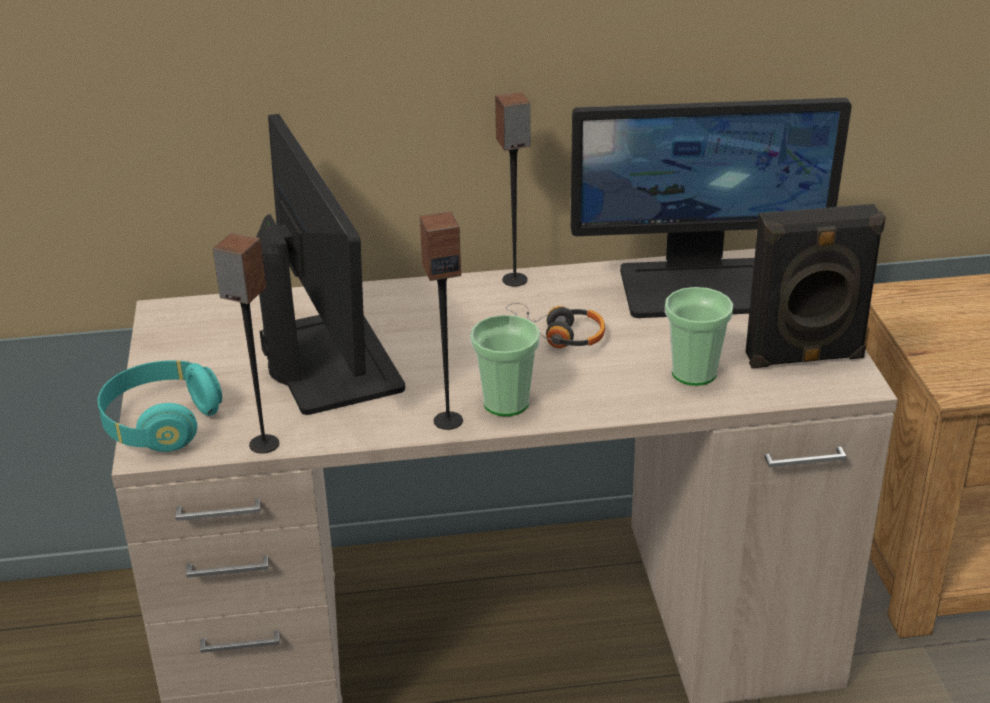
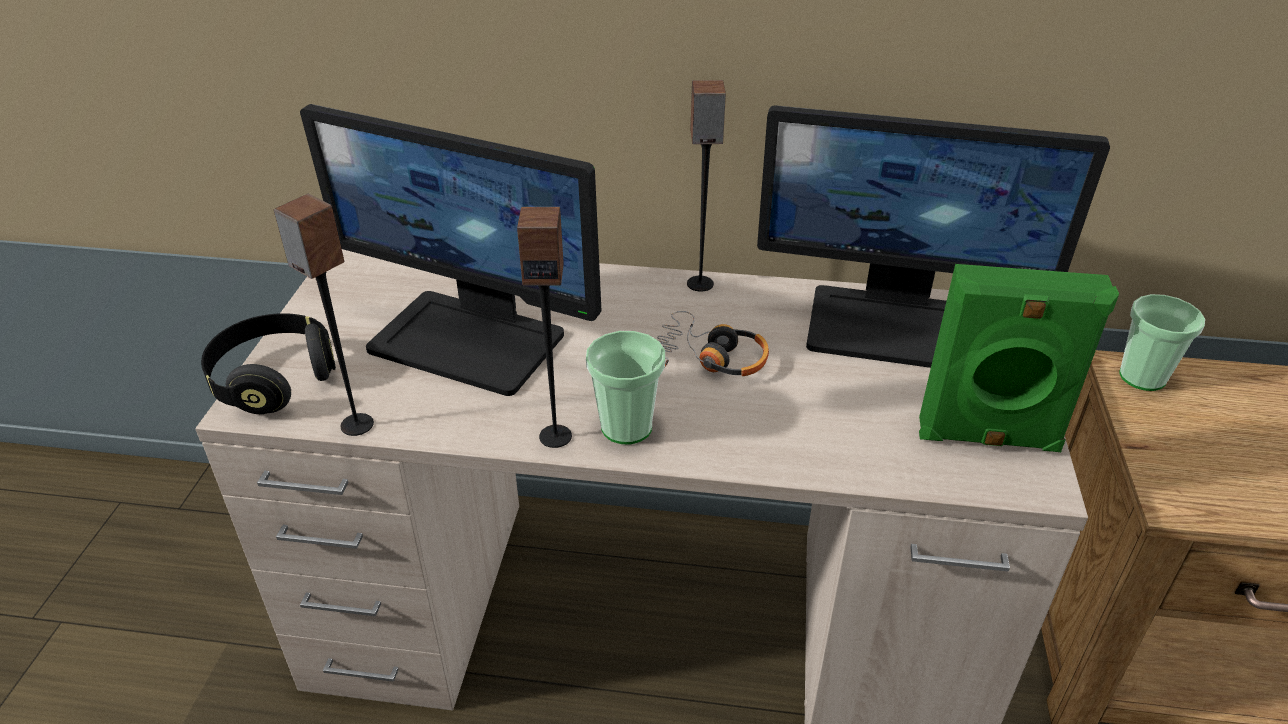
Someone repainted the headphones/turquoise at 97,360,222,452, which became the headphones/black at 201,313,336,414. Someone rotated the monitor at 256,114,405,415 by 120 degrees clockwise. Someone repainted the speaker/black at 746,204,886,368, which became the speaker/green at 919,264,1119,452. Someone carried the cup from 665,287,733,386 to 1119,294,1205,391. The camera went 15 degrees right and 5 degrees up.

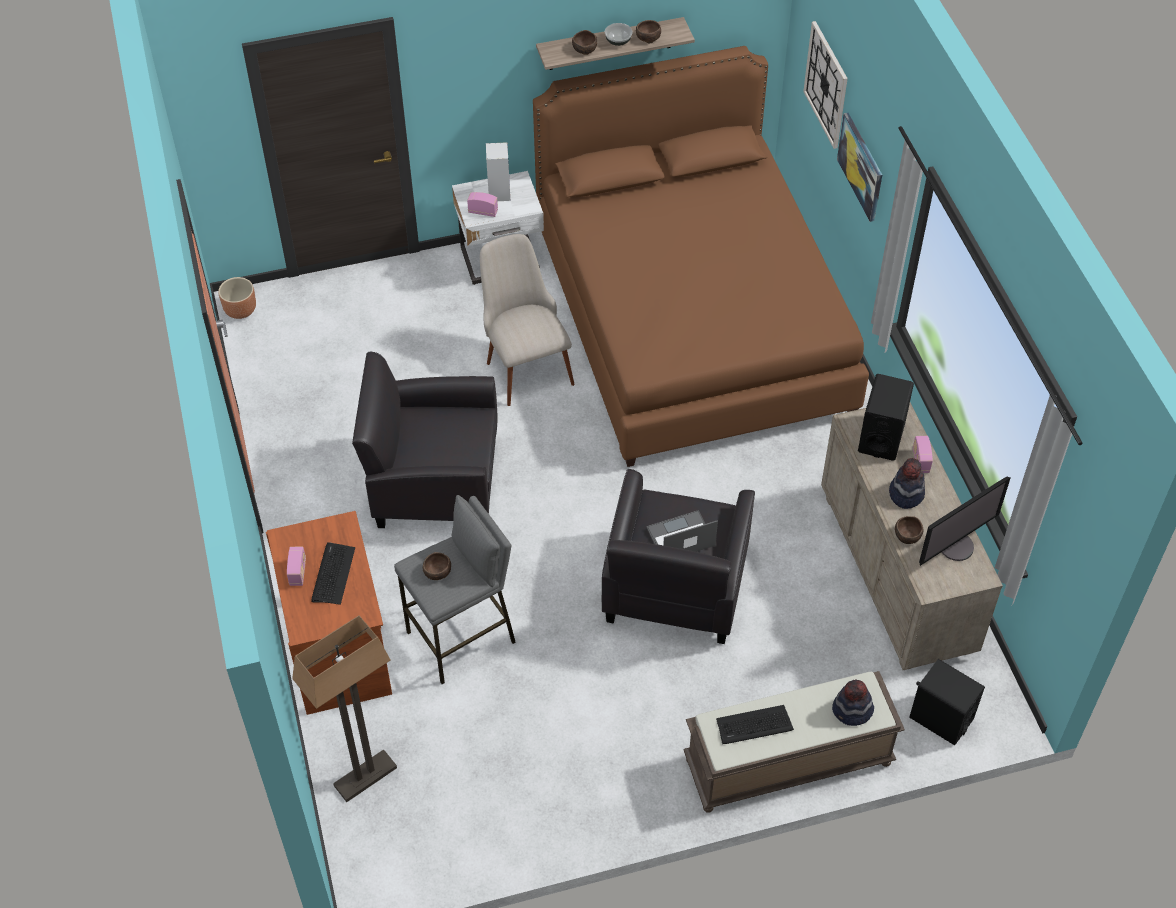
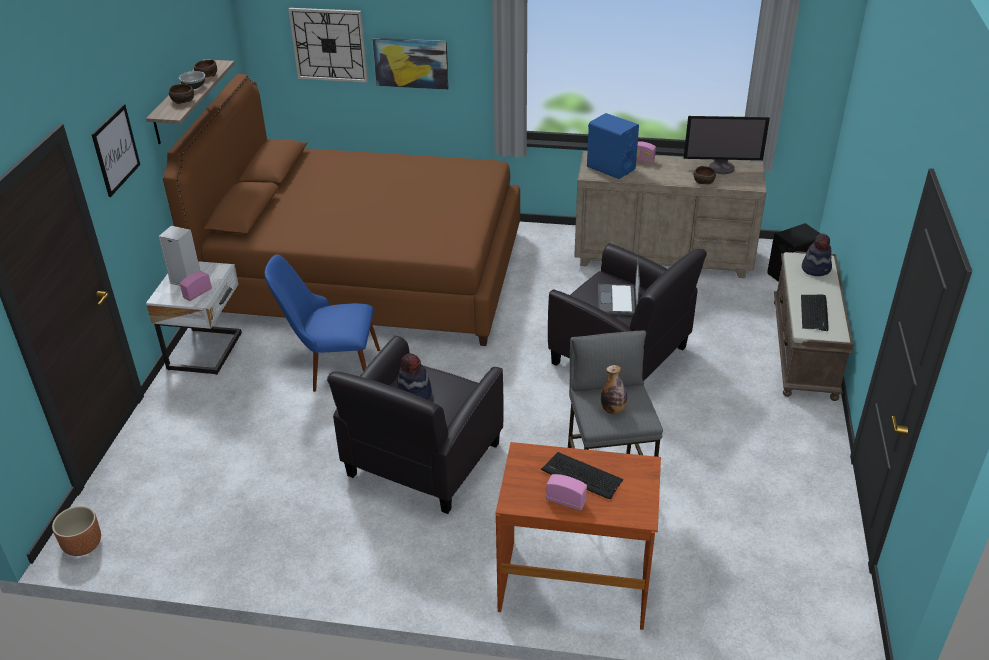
Someone put up the picture at 91,104,140,197. Someone repainted the chair/beige at 480,234,575,406, which became the chair/blue at 265,255,380,392. Someone carried the hat from 889,458,925,509 to 397,353,432,399. Someone repainted the speaker/black at 858,374,914,461, which became the speaker/blue at 587,113,639,179. Someone swapped the bowl/brown at 423,552,451,580 for the bottle at 601,365,627,414. Someone rotated the monitor at 919,477,1011,566 by 105 degrees clockwise. Someone took away the floor lamp at 292,615,397,802. The camera went 65 degrees left and 15 degrees down.

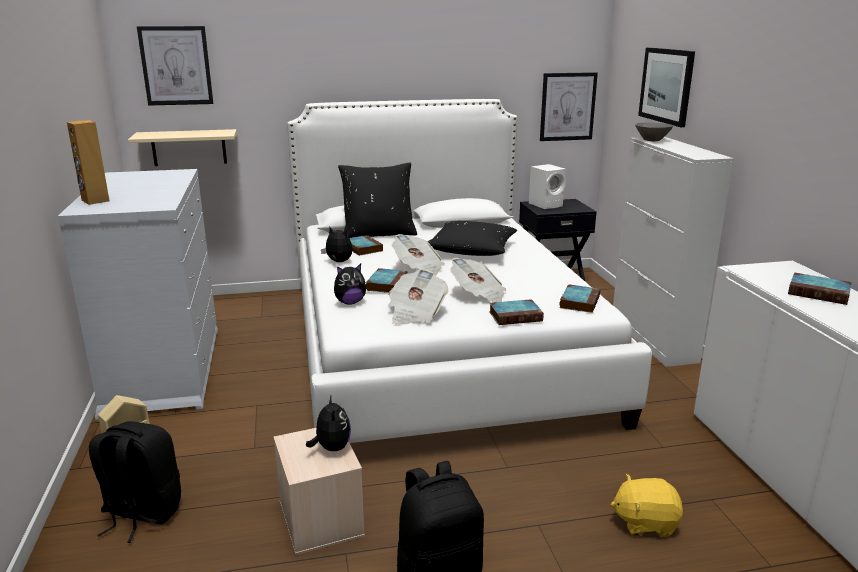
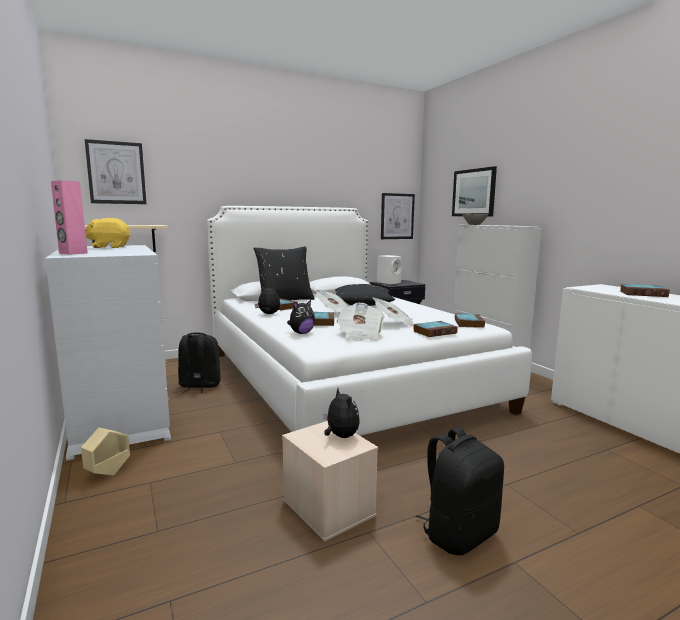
Someone repainted the speaker/brown at 67,120,109,205, which became the speaker/pink at 51,180,88,255. Someone carried the plush toy/yellow from 610,474,683,537 to 85,218,130,248. Someone carried the backpack/black from 89,421,181,543 to 178,332,221,393. The camera went 15 degrees left and 10 degrees down.

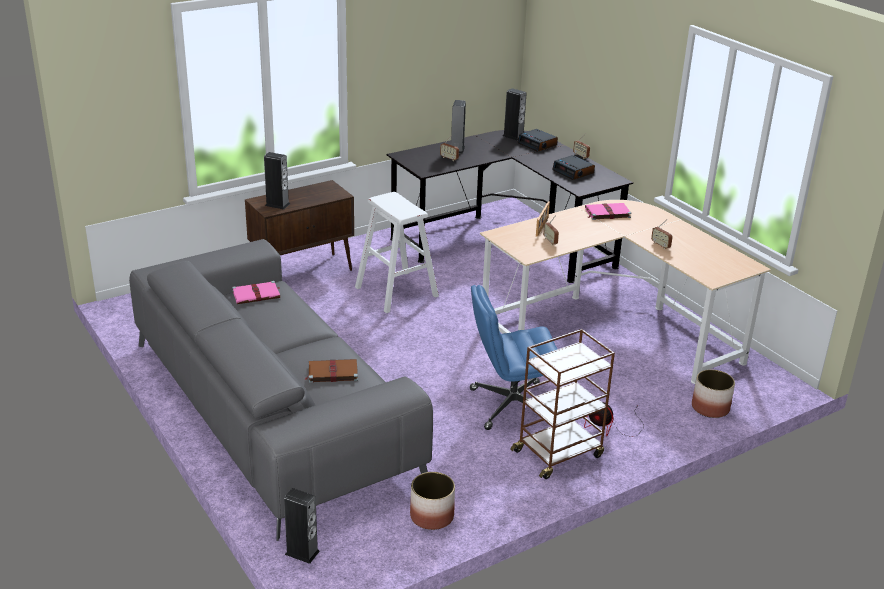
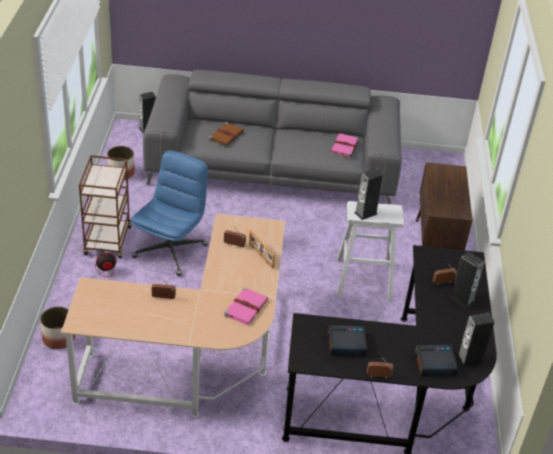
Someone carried the speaker from 264,152,290,209 to 354,168,383,220. The camera went 125 degrees right and 10 degrees up.

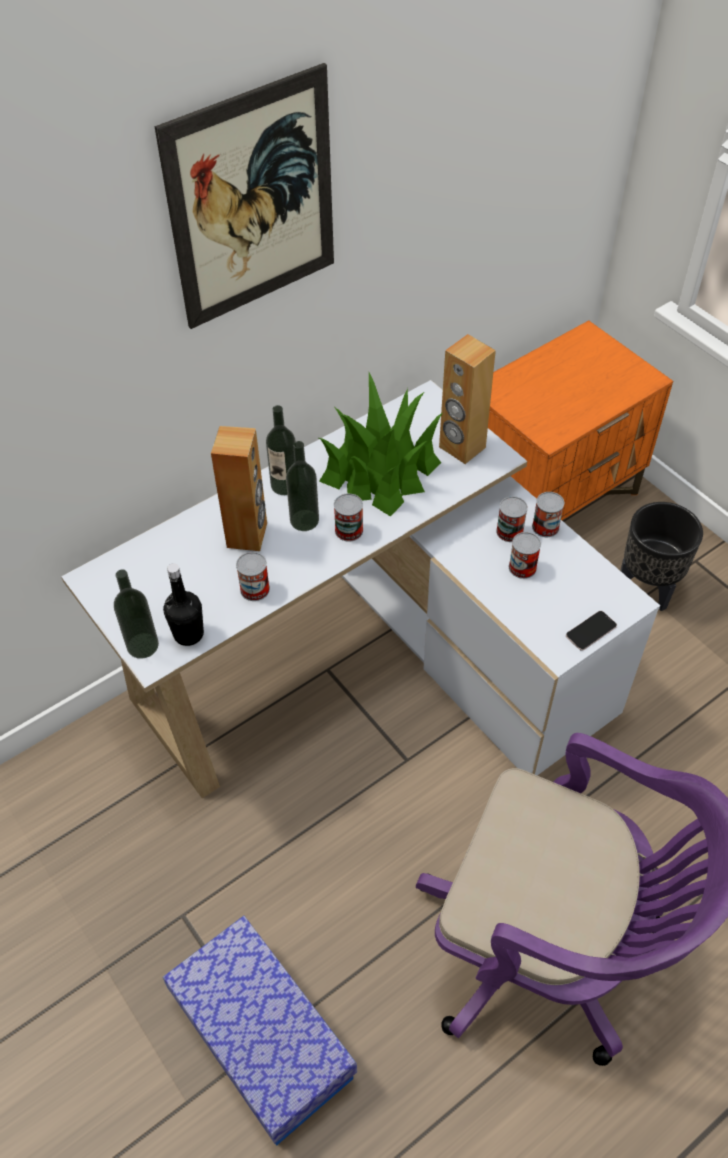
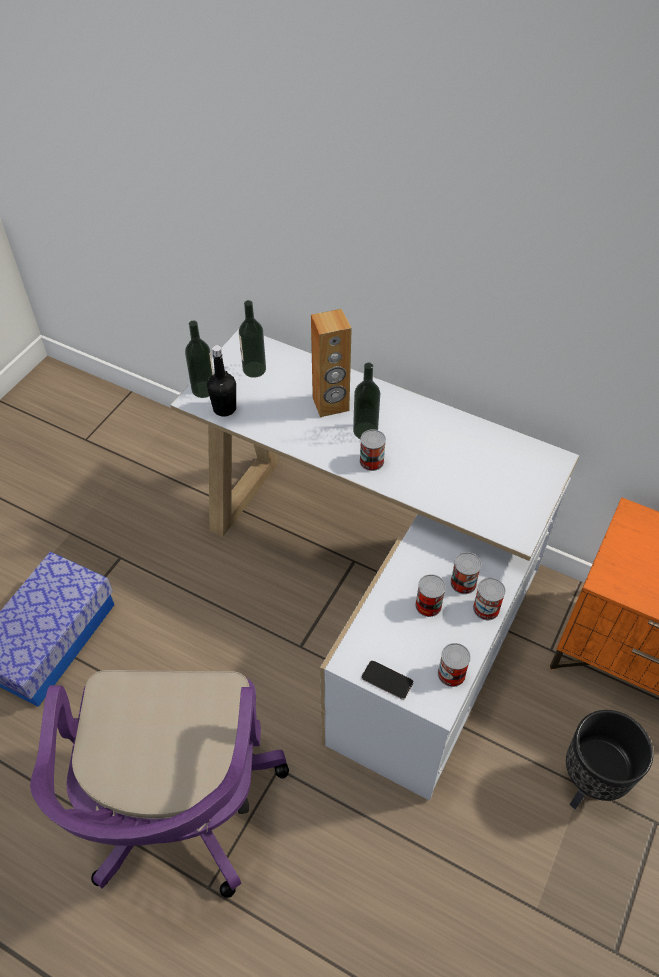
Someone carried the bottle from 266,405,296,495 to 239,300,266,378. Someone carried the can from 236,552,270,601 to 438,643,471,687. Someone took away the picture at 155,63,334,329. Someone took away the potted plant at 319,372,443,517. Someone took away the speaker/brown at 439,334,496,464. The camera went 65 degrees right and 0 degrees up.

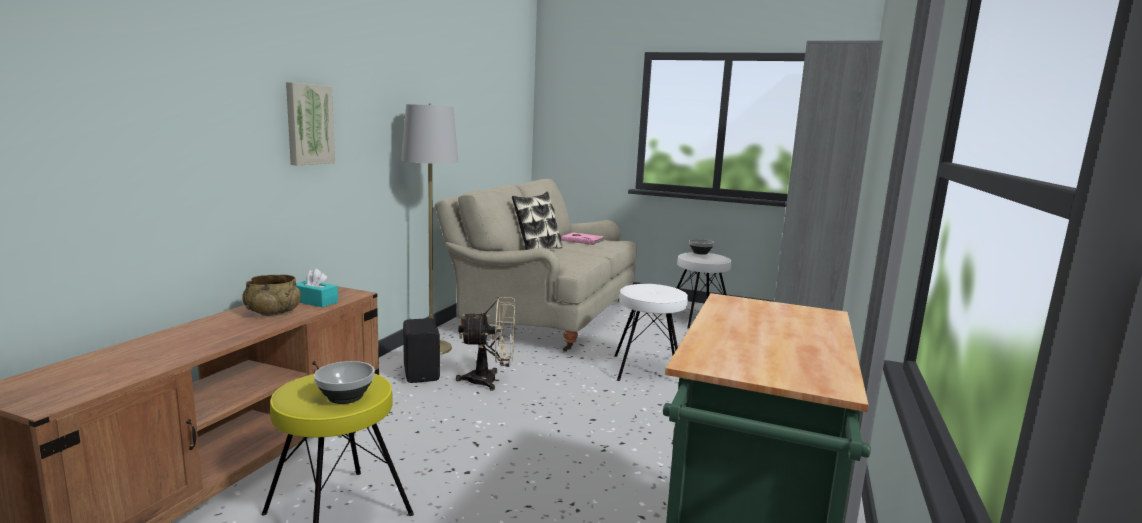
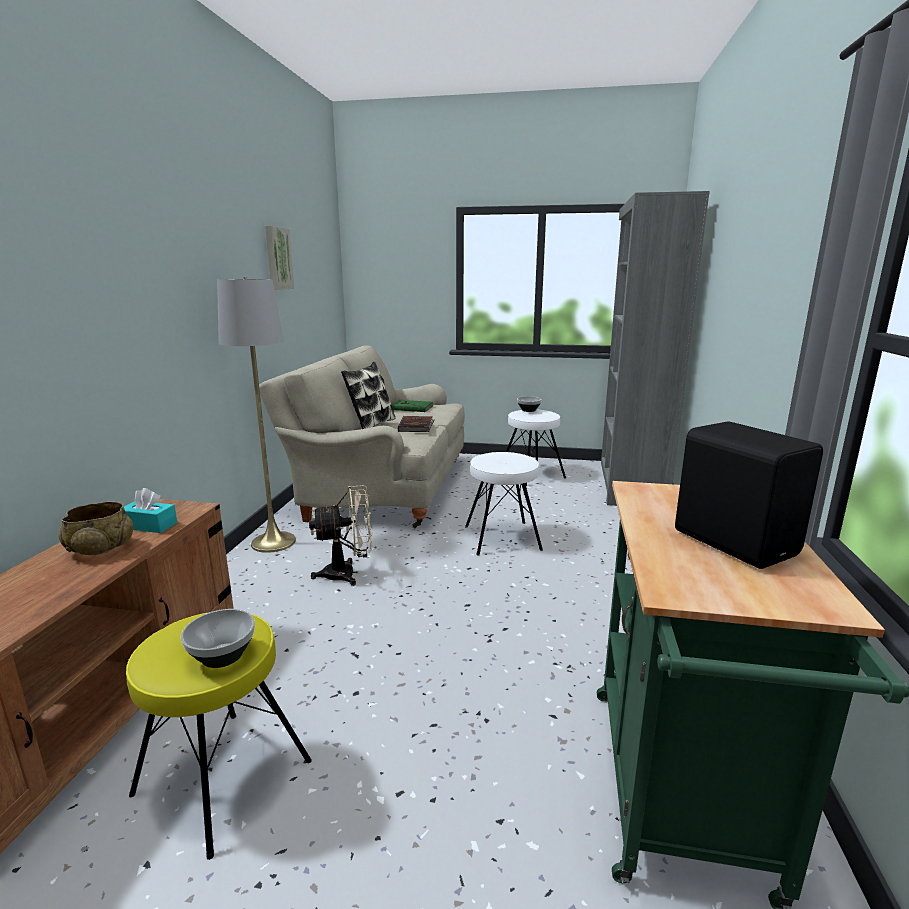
Someone carried the picture from 286,82,335,165 to 265,226,294,290. Someone repainted the book/pink at 562,233,605,245, which became the book/green at 392,400,433,412. Someone put down the book/brown at 398,416,435,432. Someone carried the speaker/black from 403,318,440,383 to 675,421,823,569. The camera went 10 degrees left and 5 degrees up.

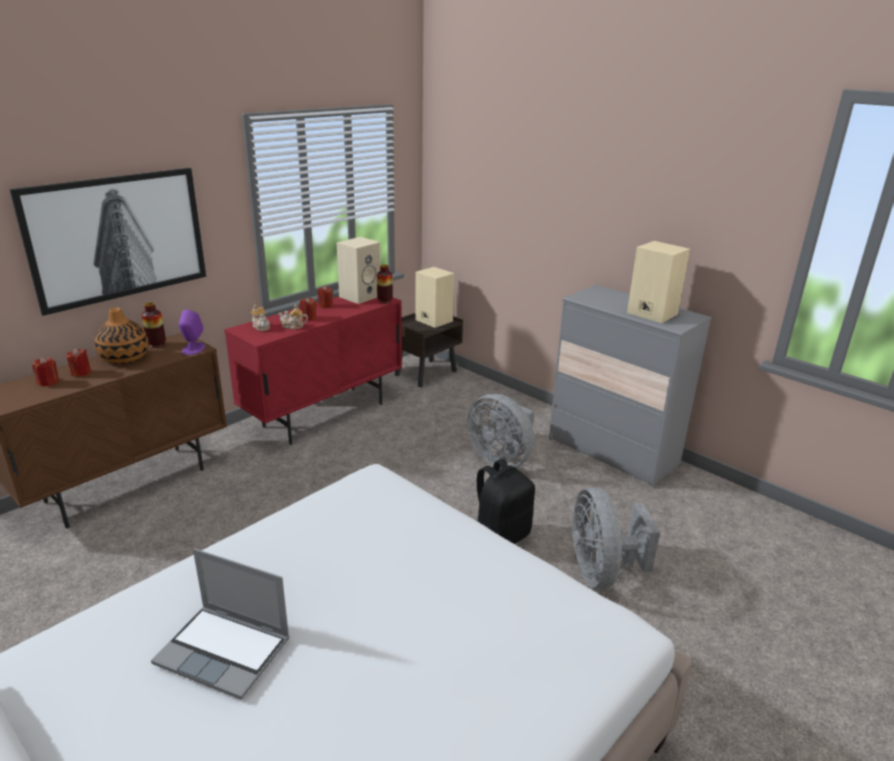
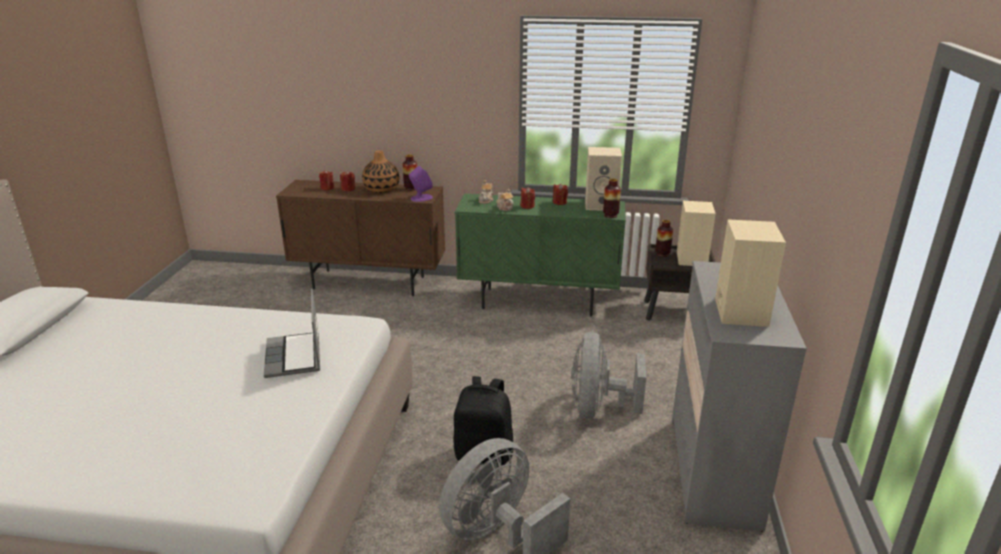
Someone carried the laptop from 151,549,290,700 to 264,289,320,378. Someone repainted the cabinet/red at 224,296,402,445, which became the cabinet/green at 455,194,626,317. Someone put down the vase at 655,220,673,257. Someone took away the picture at 9,168,206,316. The camera went 55 degrees right and 0 degrees up.

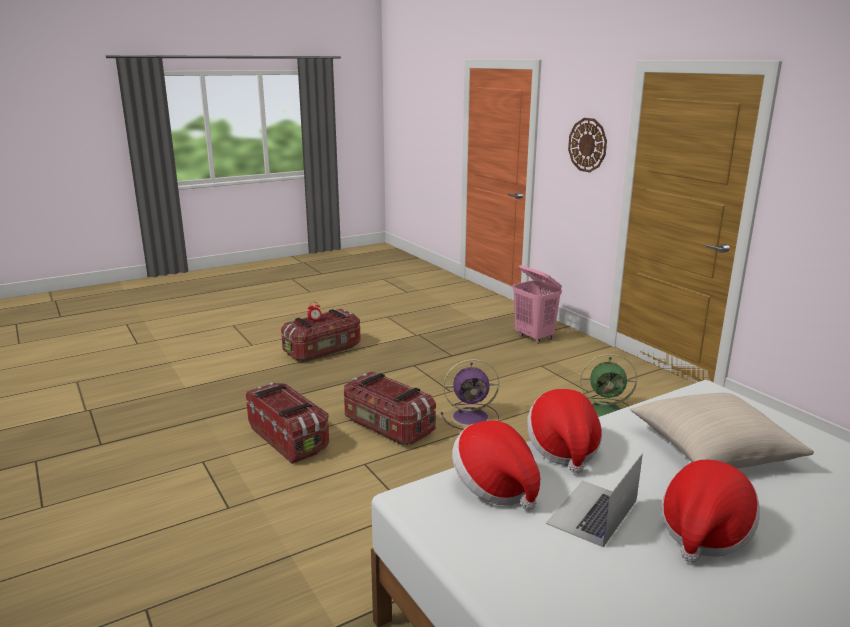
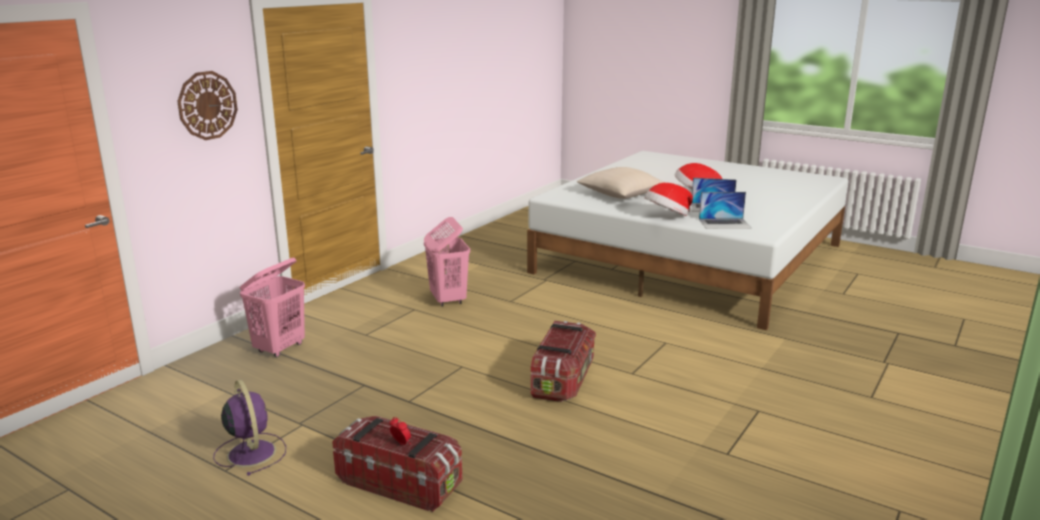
Someone carried the fan/purple from 441,359,499,430 to 213,380,286,476. Someone swapped the fan/green at 580,354,637,417 for the laundry basket/pink at 424,217,470,306. Someone swapped the hat at 452,420,540,510 for the laptop at 699,192,752,229. Someone took away the storage box at 246,383,329,464. The camera went 115 degrees left and 0 degrees up.

